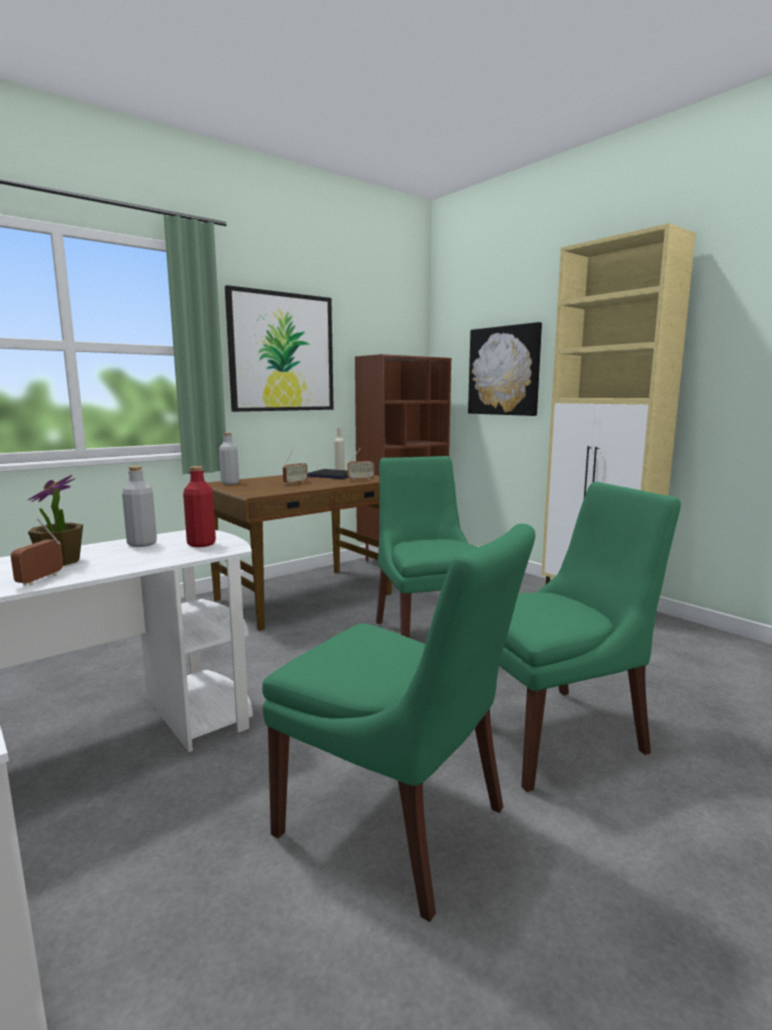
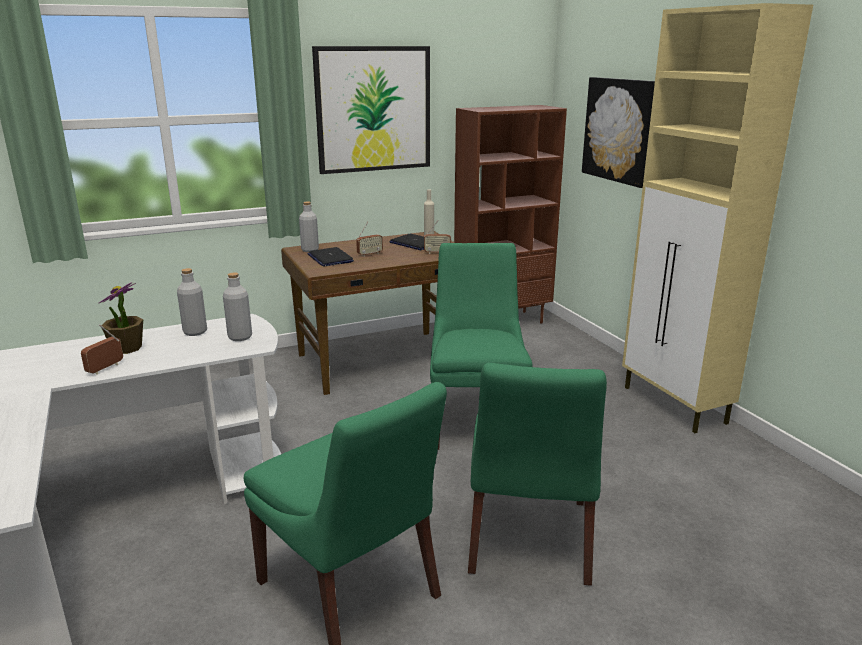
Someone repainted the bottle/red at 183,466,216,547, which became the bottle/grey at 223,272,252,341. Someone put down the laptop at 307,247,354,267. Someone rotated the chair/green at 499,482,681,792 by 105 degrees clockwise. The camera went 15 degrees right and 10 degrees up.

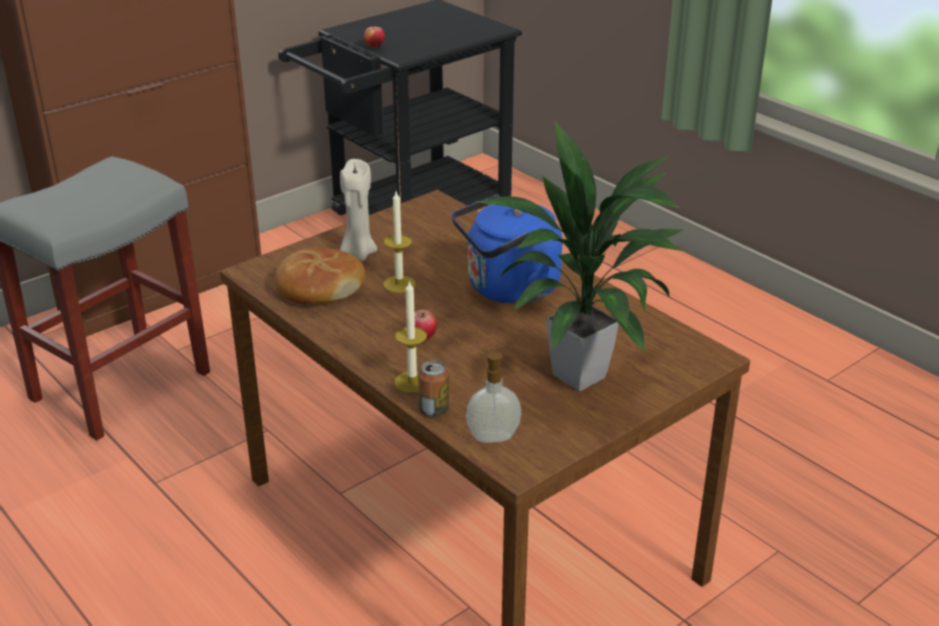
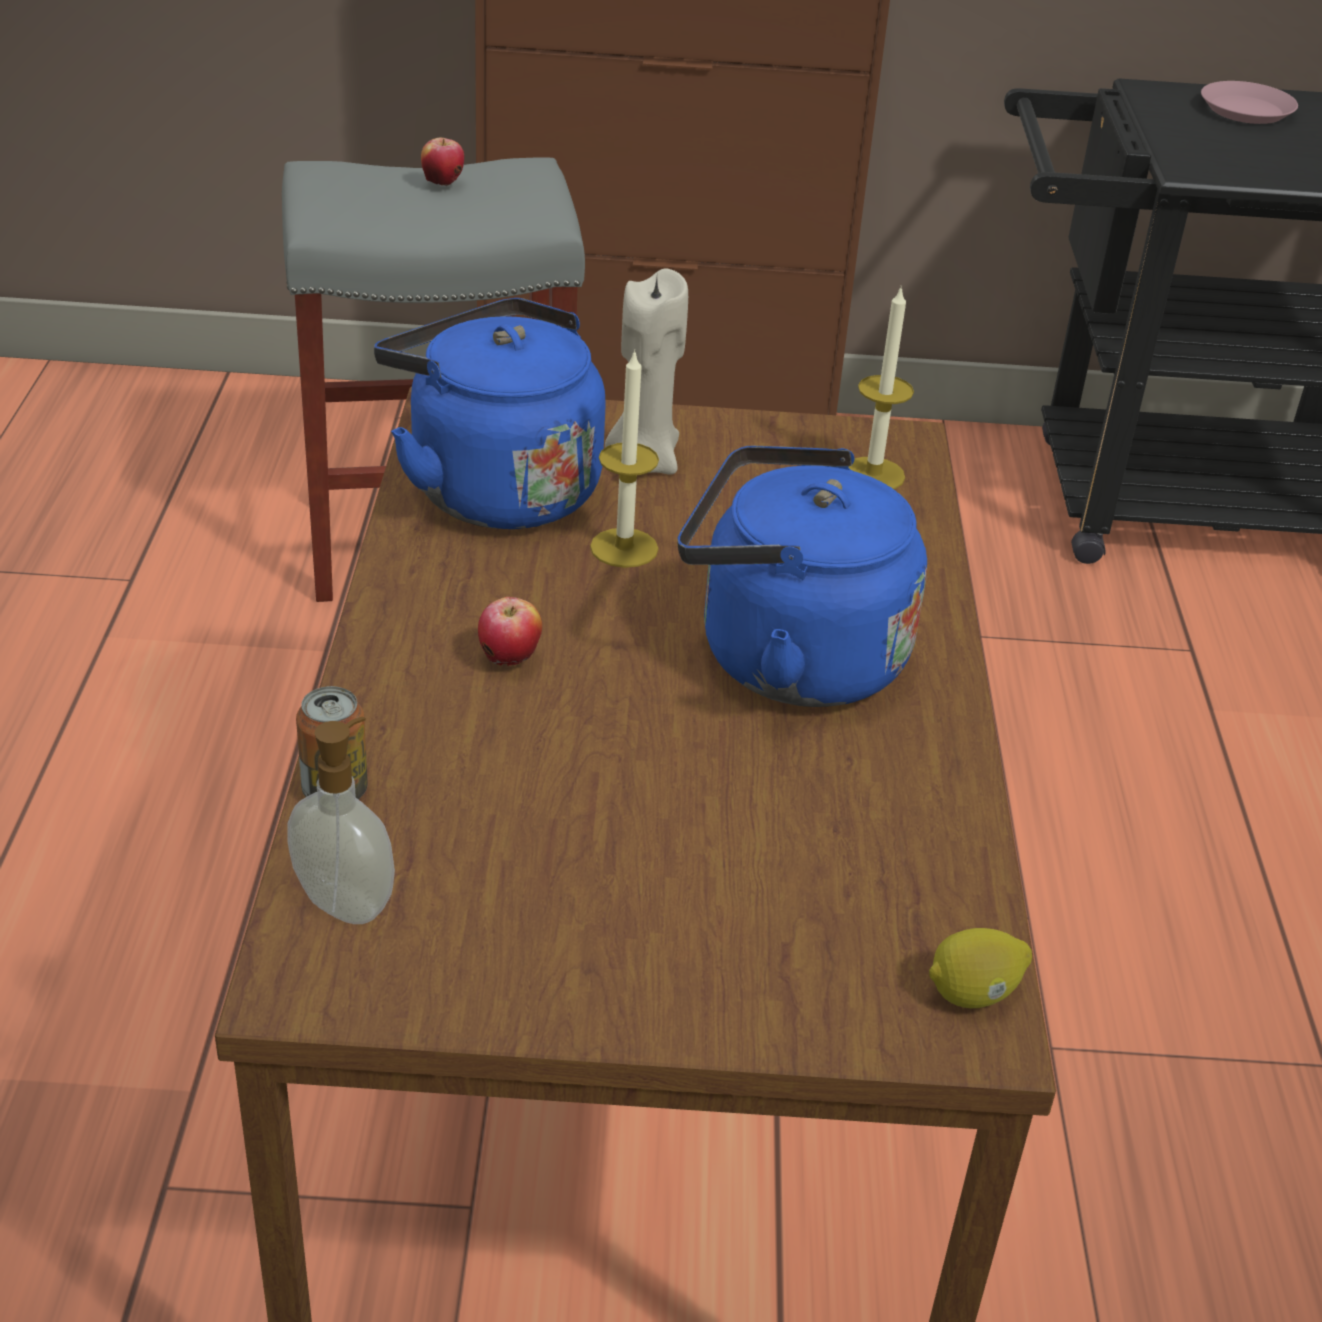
Someone swapped the bread at 274,247,365,304 for the kettle/blue at 374,298,606,529. Someone carried the apple from 364,27,385,48 to 421,138,464,186. Someone carried the candle from 394,280,427,393 to 849,288,914,489. Someone put down the lemon at 929,928,1032,1008. Someone put down the plate/pink at 1201,81,1298,124. Someone took away the potted plant at 476,120,685,391. The camera went 40 degrees right and 5 degrees up.

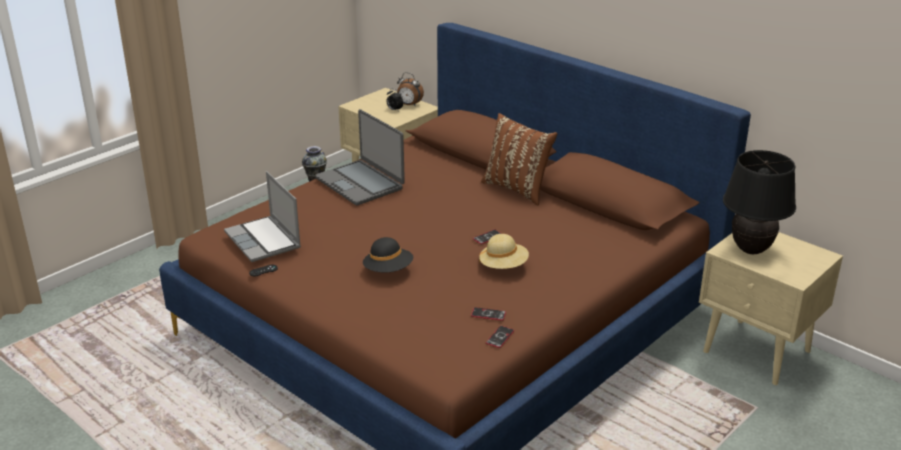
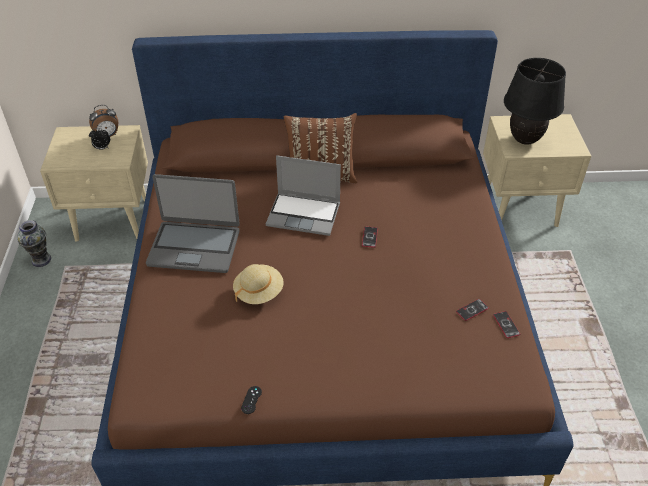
Someone carried the hat/beige from 479,234,529,269 to 233,264,284,304. Someone carried the laptop from 224,171,301,262 to 266,155,341,236. Someone took away the hat/black at 363,237,413,273. The camera went 45 degrees left and 15 degrees up.

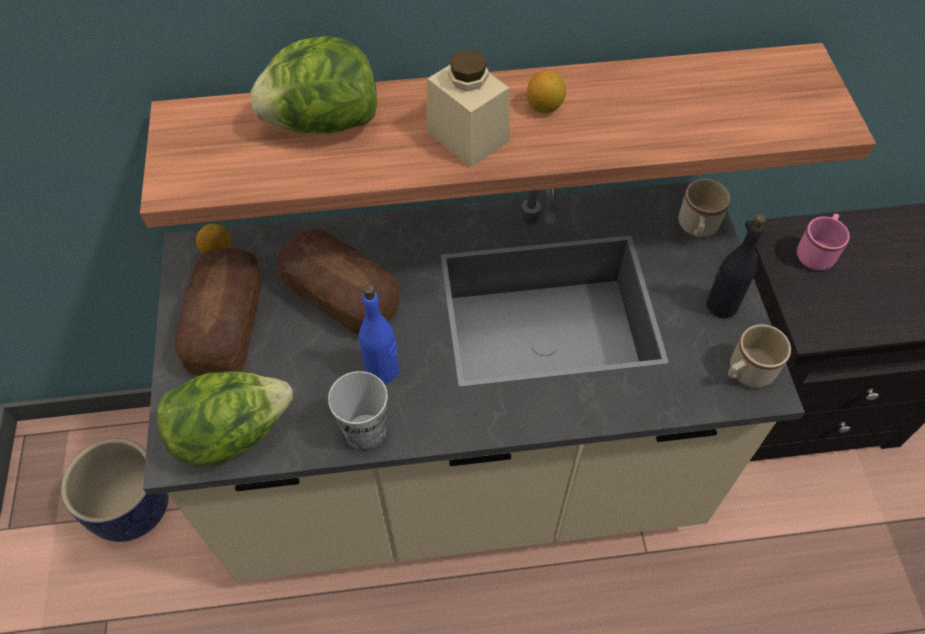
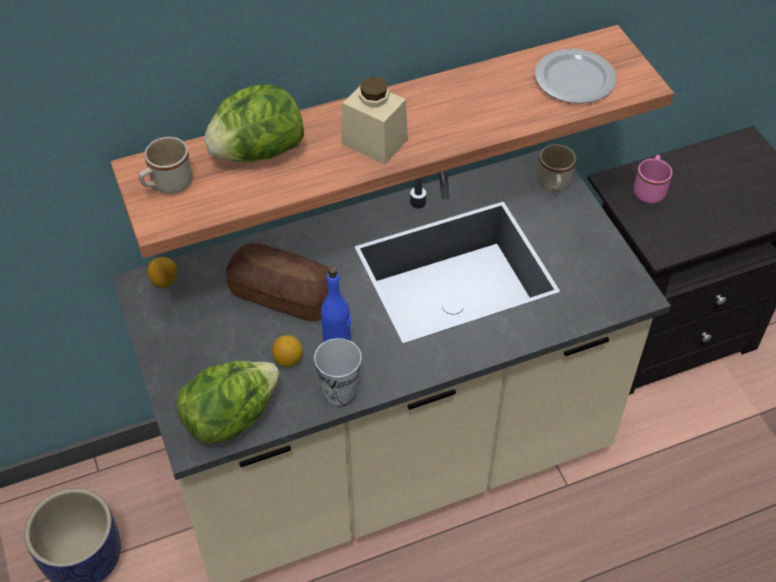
Someone carried the mug/beige from 728,324,791,388 to 138,137,192,194. Someone carried the lemon from 527,71,566,113 to 272,335,303,367. Someone put down the plate at 535,49,616,104. Someone took away the bread at 175,248,261,376. Someone took away the bottle/black at 706,214,766,319. The camera went 15 degrees left and 5 degrees down.

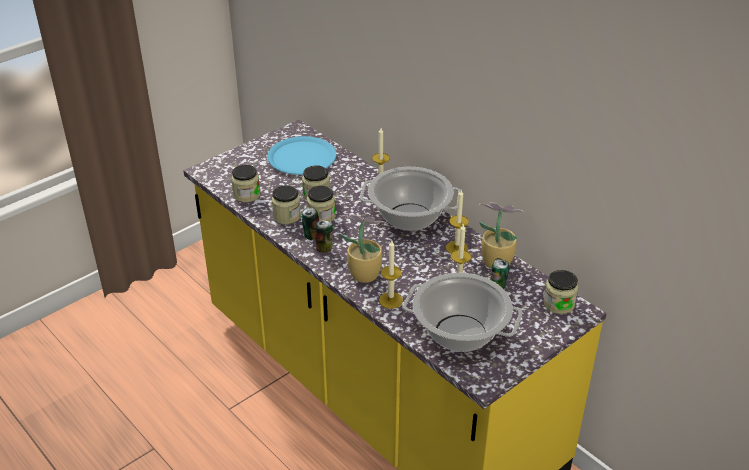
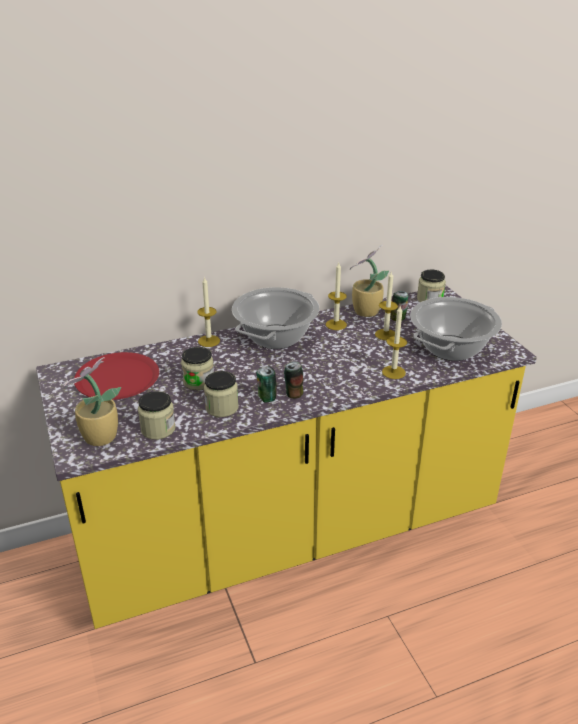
Someone carried the potted plant from 341,214,387,283 to 64,357,121,446. Someone repainted the plate/blue at 267,136,336,175, which became the plate/red at 74,352,159,400. Someone took away the jar at 307,186,335,222. The camera went 70 degrees left and 5 degrees down.

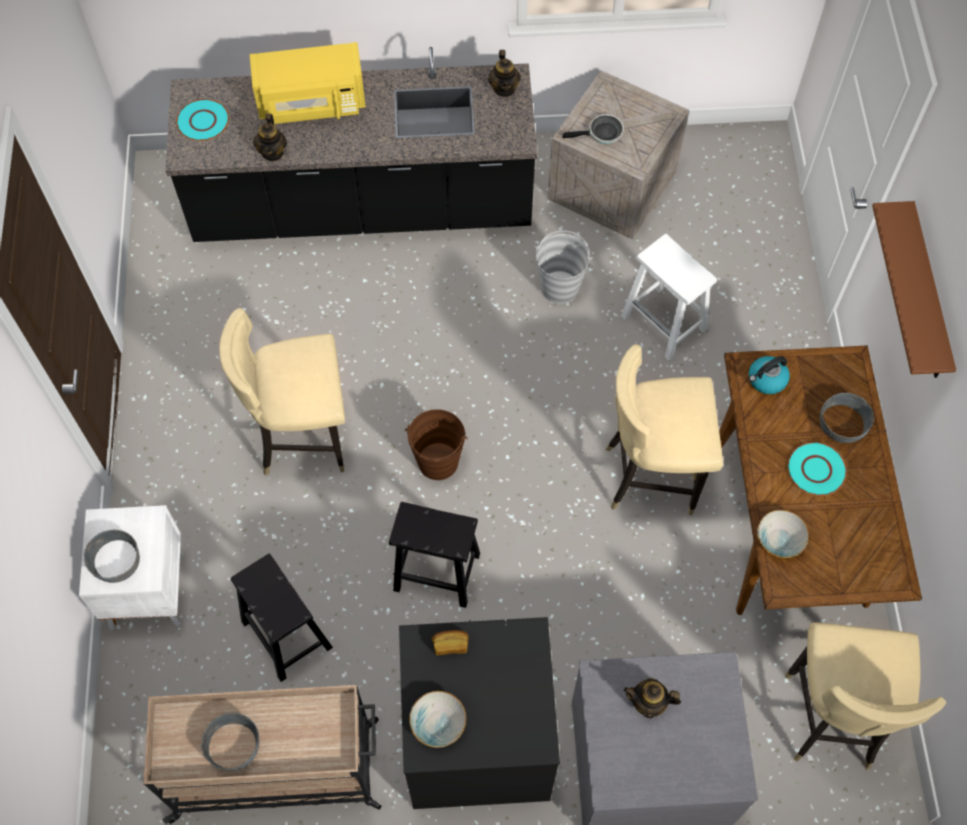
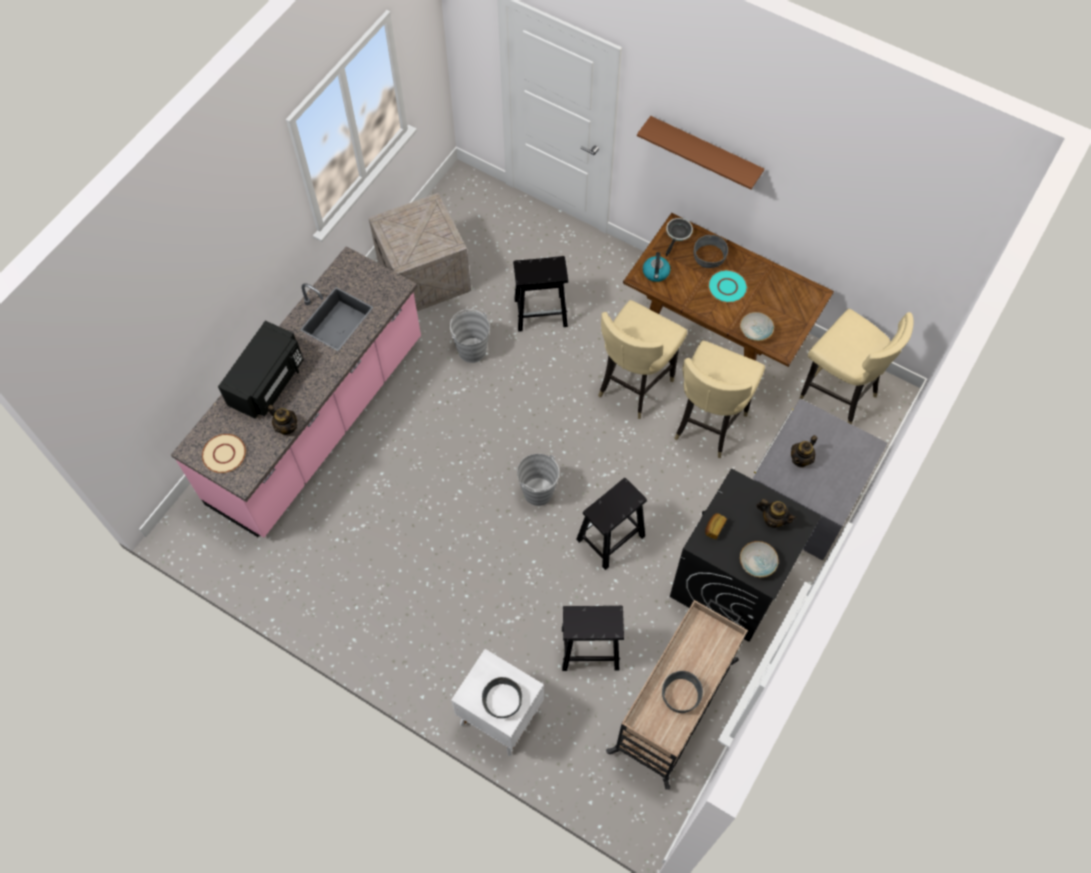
Someone repainted the counter/black at 166,47,537,242, which became the counter/pink at 171,246,421,538. Someone repainted the plate/turquoise at 176,99,229,141, which became the plate/beige at 202,434,246,473. Someone repainted the microwave/yellow at 250,42,366,124, which became the microwave/black at 218,321,304,419. Someone repainted the stool/white at 621,234,717,360, which became the stool/black at 513,256,568,332. Someone repainted the bucket/brown at 404,409,468,480, which became the bucket/grey at 517,454,560,506. Someone carried the frying pan from 562,114,624,144 to 666,218,693,257. Someone carried the chair/beige from 219,308,345,476 to 674,341,765,458. Someone carried the teapot from 488,50,521,97 to 756,499,797,528. The camera went 55 degrees left and 0 degrees up.

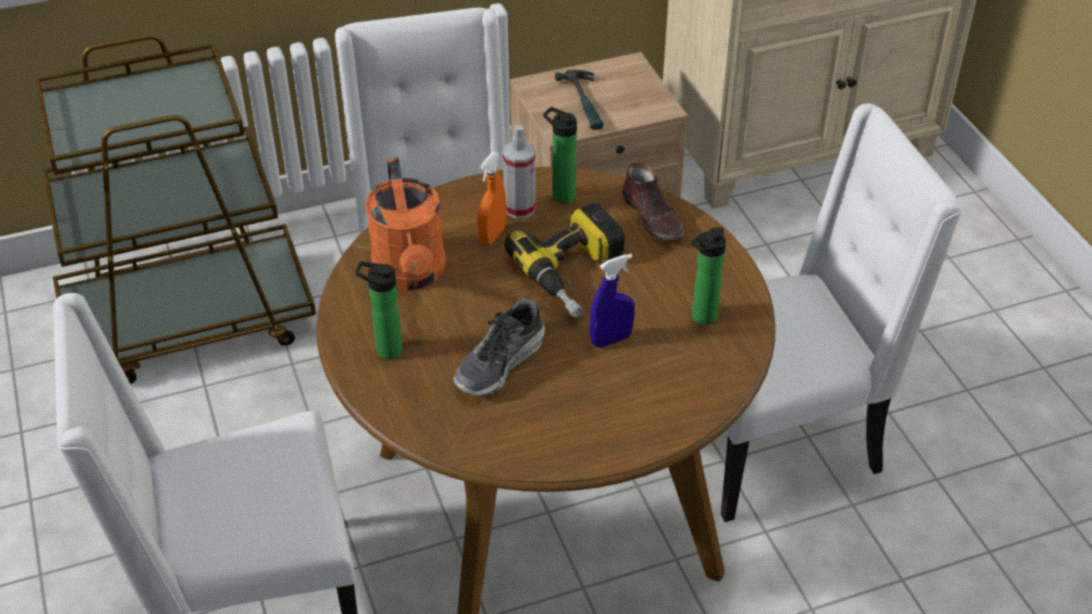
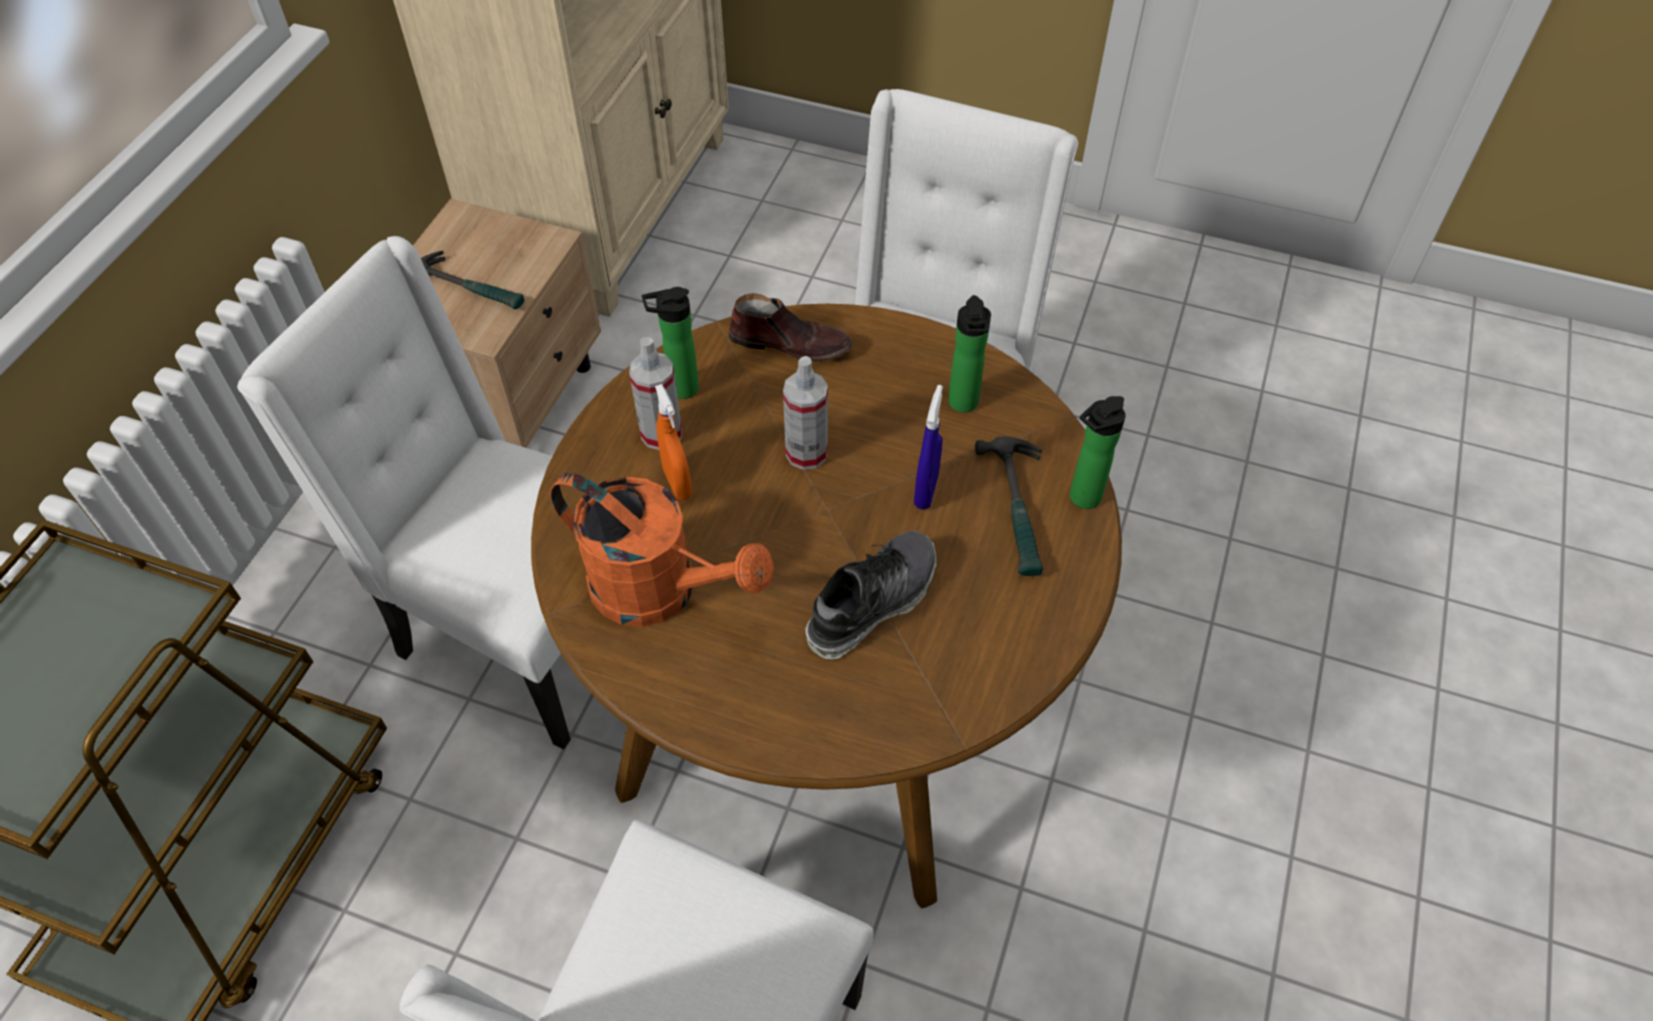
Someone swapped the power drill at 505,203,625,317 for the spray bottle at 783,356,828,470. Someone rotated the shoe at 454,298,545,396 by 120 degrees counterclockwise. Someone put down the hammer at 975,437,1043,576. Someone carried the bottle from 356,261,403,360 to 1070,396,1126,509. The camera went 50 degrees left and 10 degrees up.

